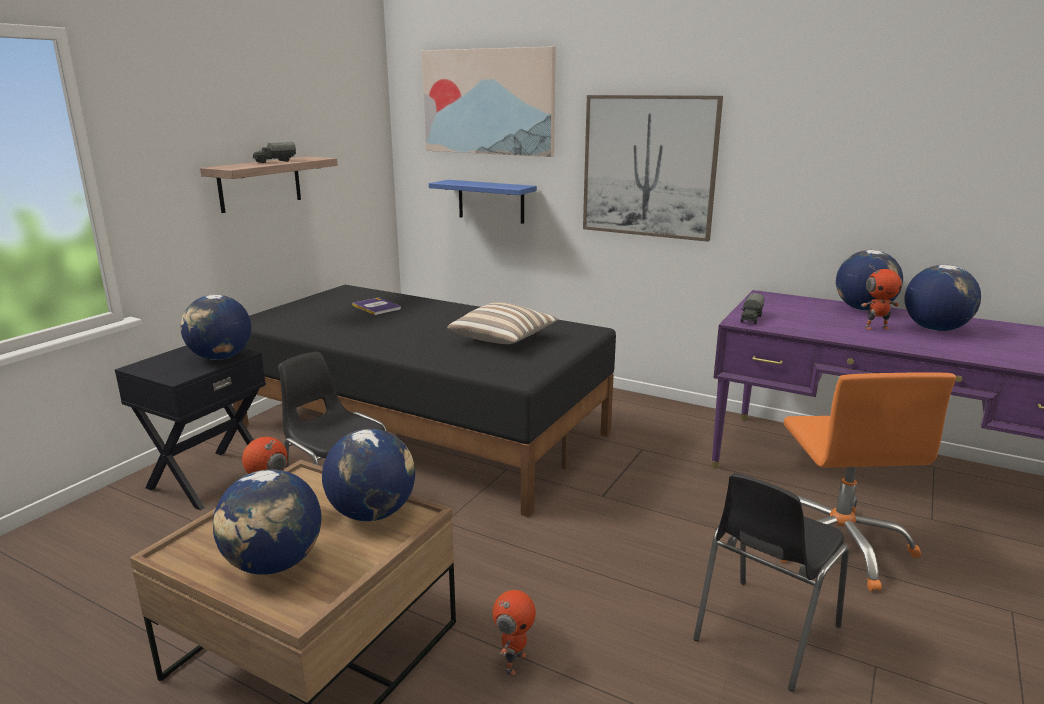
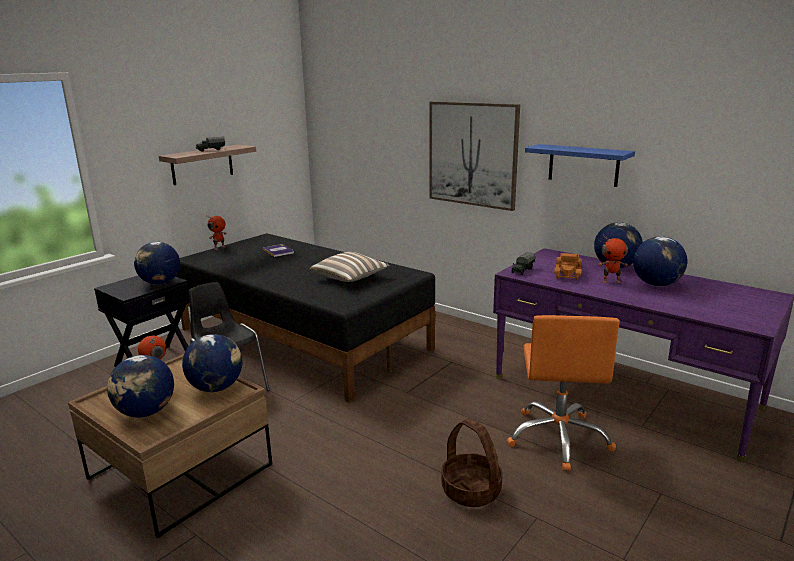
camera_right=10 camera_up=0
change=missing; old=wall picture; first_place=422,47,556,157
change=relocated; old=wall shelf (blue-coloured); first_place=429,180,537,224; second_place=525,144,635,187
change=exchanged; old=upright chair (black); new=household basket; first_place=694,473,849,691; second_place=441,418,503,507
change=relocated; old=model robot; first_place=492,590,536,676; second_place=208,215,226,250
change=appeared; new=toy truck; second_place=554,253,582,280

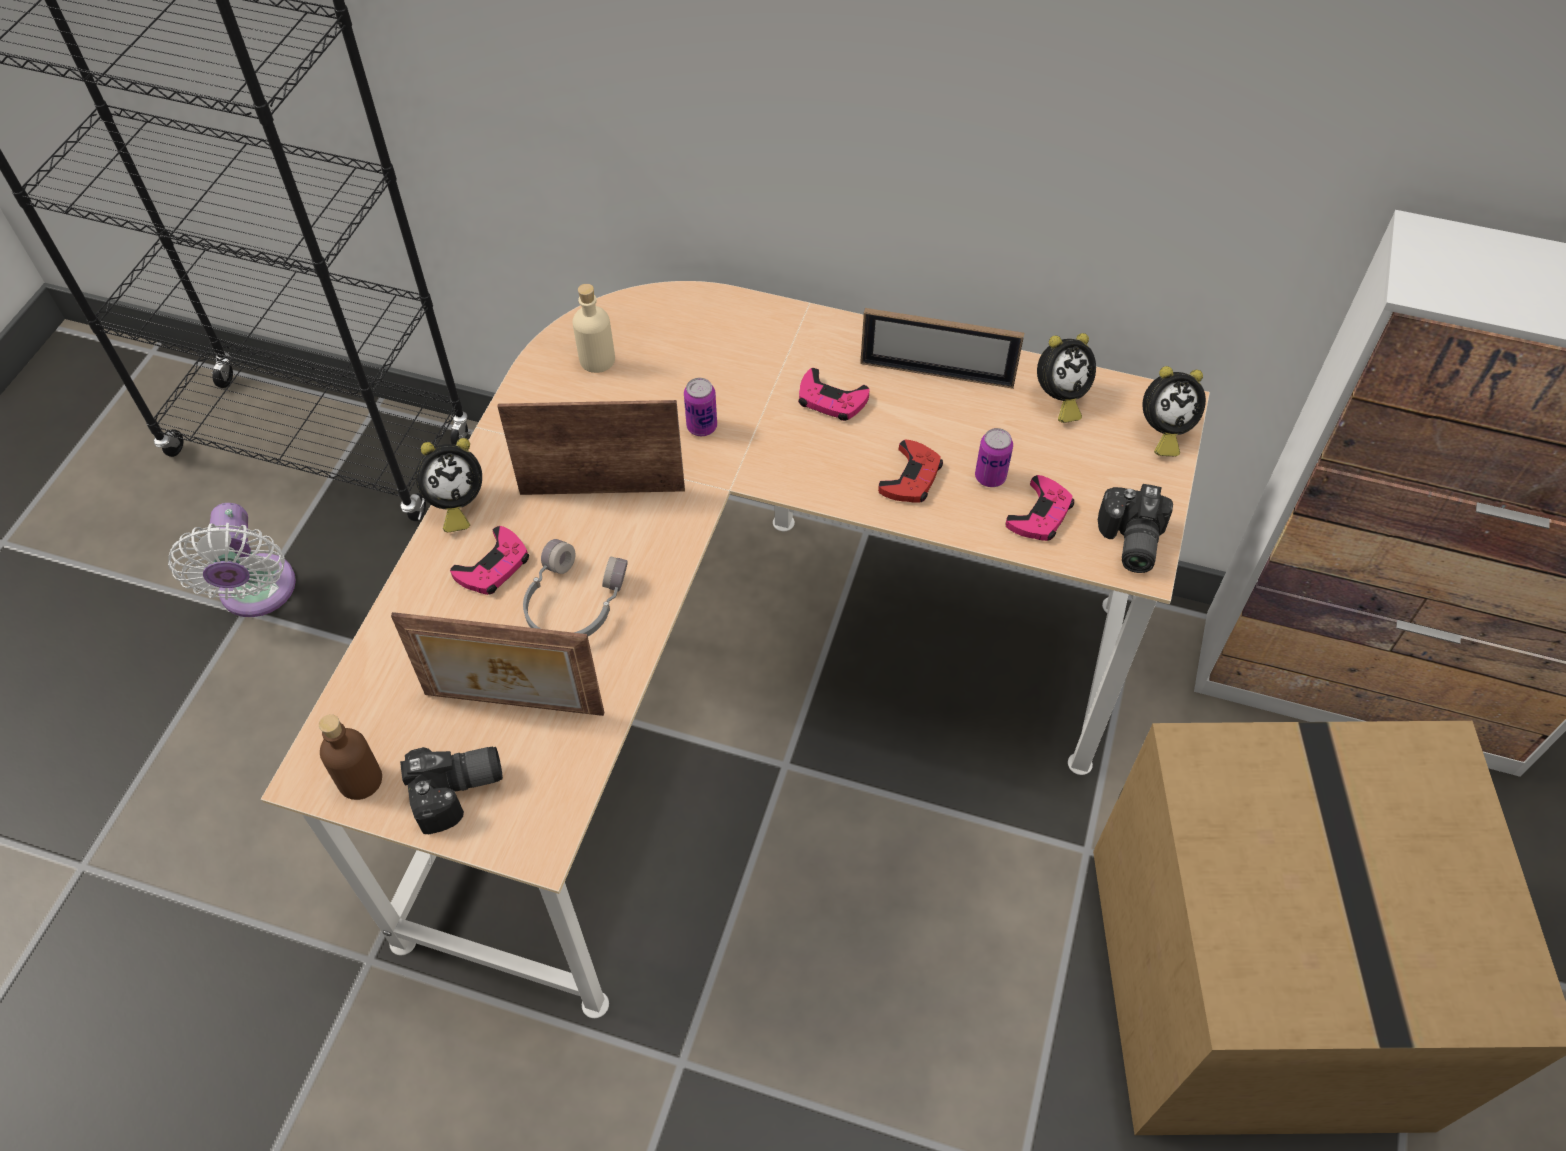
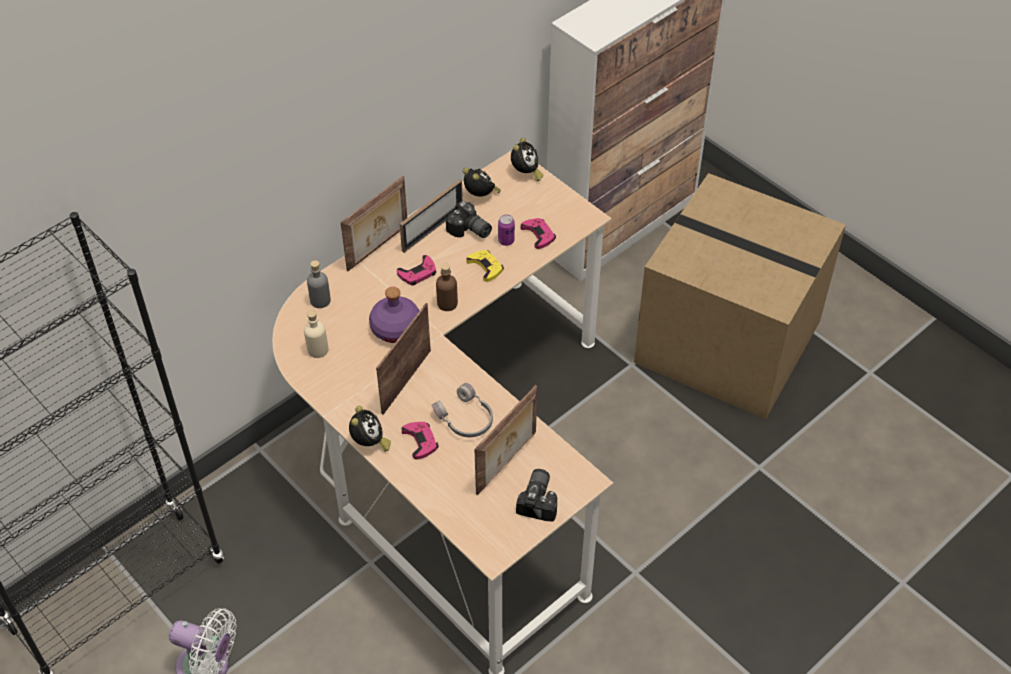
camera_right=-60 camera_up=-5
change=spun; old=alarm clock; first_place=1037,333,1096,423; second_place=463,168,501,197; degrees=-45
change=exchanged; old=metal can; new=bottle (purplish); first_place=684,378,717,436; second_place=369,287,419,343
change=colour; old=gamepad (red); new=gamepad (yellow); first_place=878,440,943,503; second_place=466,250,504,282
change=relocated; old=still camera; first_place=1098,484,1173,573; second_place=446,201,492,238
change=relocated; old=bottle (brownish); first_place=319,714,382,800; second_place=436,263,458,311
change=appeared; new=standing frame; second_place=340,176,407,271
change=appeared; new=bottle (greyish); second_place=307,260,331,308

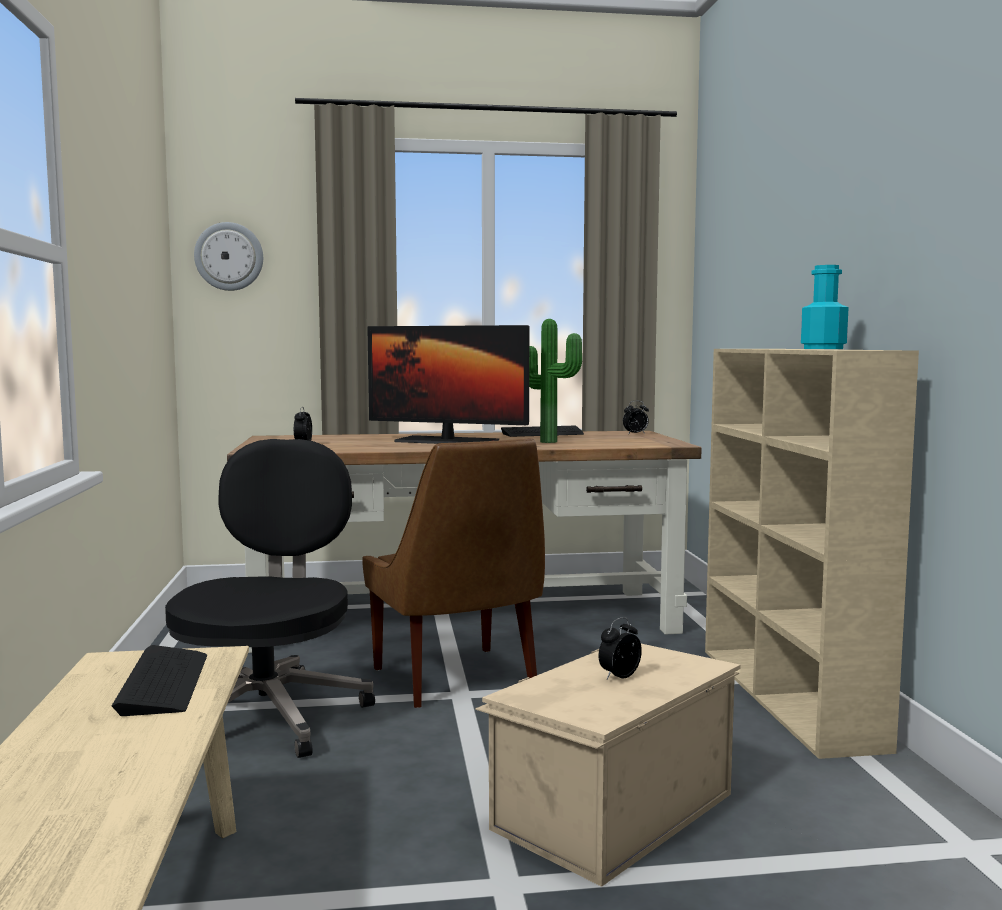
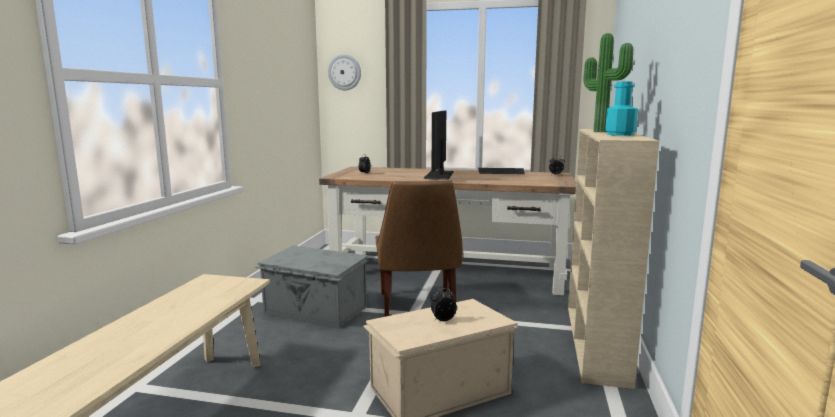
camera_right=20 camera_up=5
change=relocated; old=potted plant; first_place=529,319,582,443; second_place=583,33,633,132
change=spun; old=monitor; first_place=367,325,529,444; second_place=424,111,454,180; degrees=60
change=exchanged; old=office chair (black); new=storage bin (greyish); first_place=165,439,375,758; second_place=255,245,369,328
change=missing; old=PC keyboard; first_place=112,645,207,716

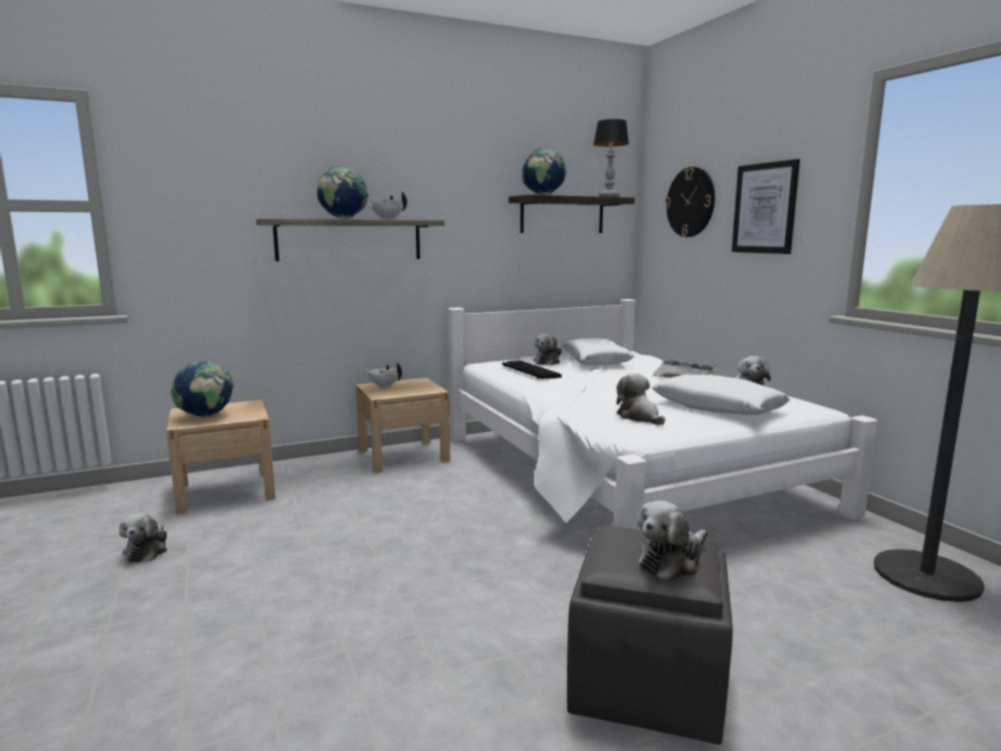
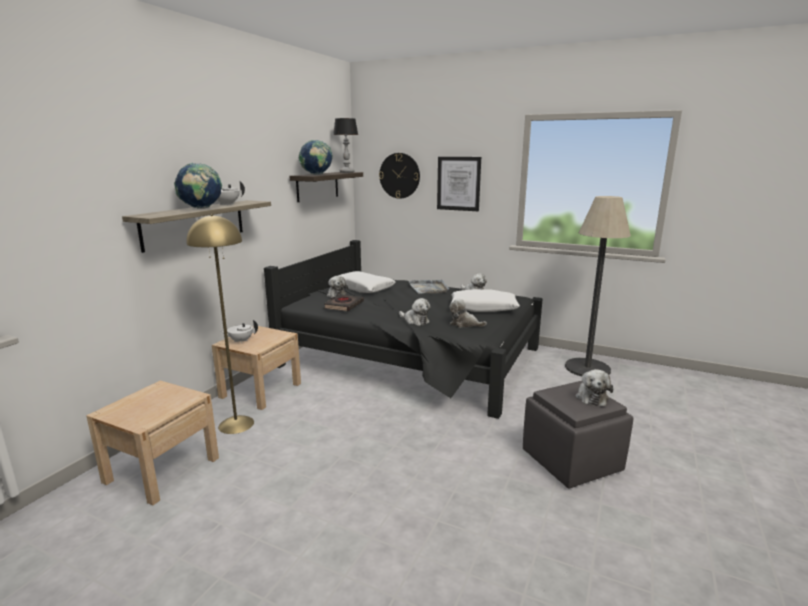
camera_right=-40 camera_up=5
change=colour; old=sleeping bed (whitish); new=sleeping bed (black); first_place=448,299,878,530; second_place=264,240,543,419
change=missing; old=world globe; first_place=171,361,234,418
change=exchanged; old=PC keyboard; new=book (black); first_place=502,361,562,379; second_place=324,294,364,311
change=relocated; old=plush toy; first_place=119,513,167,563; second_place=399,298,430,326
change=appeared; new=standing lamp (yellow); second_place=186,214,254,434

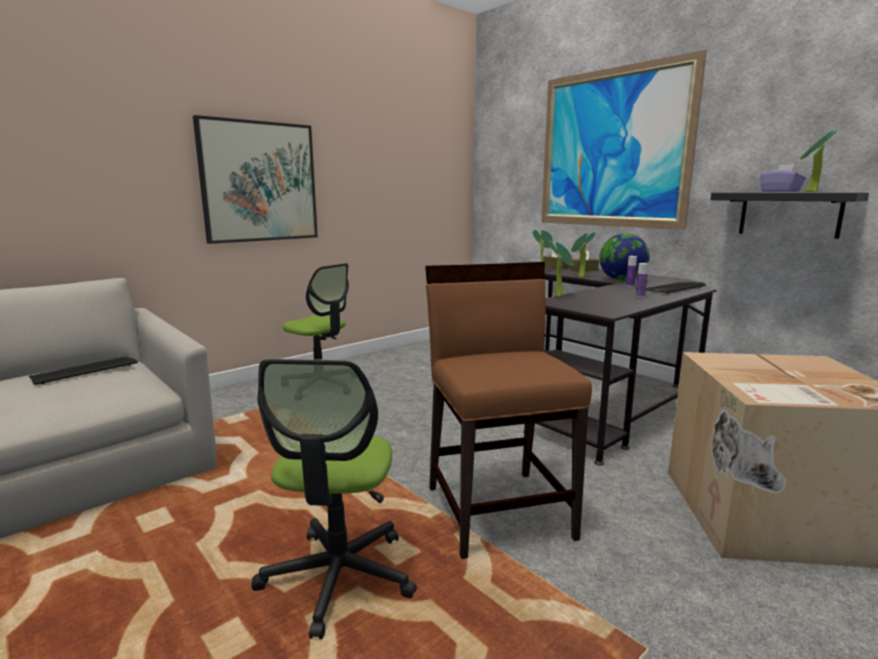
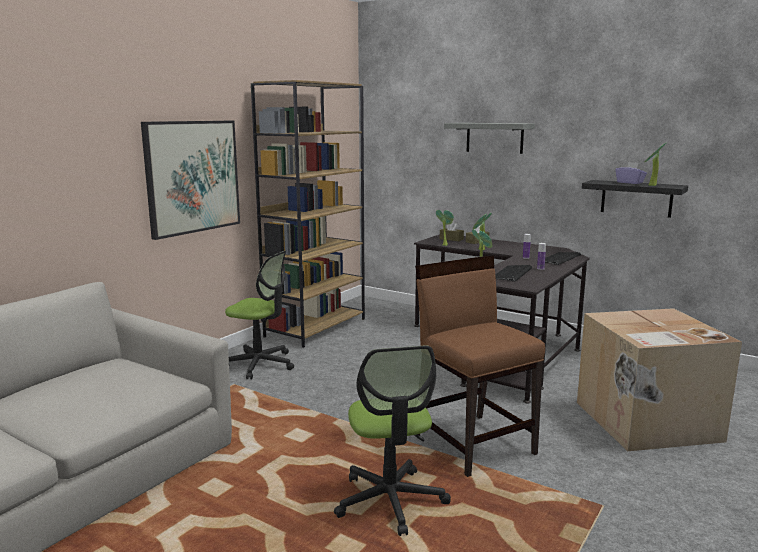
camera_right=-15 camera_up=0
change=exchanged; old=wall picture; new=wall shelf (greyish); first_place=541,50,707,230; second_place=444,123,535,154
change=missing; old=world globe; first_place=599,233,650,281
change=relocated; old=PC keyboard; first_place=29,357,138,385; second_place=495,265,532,282
change=appeared; new=shelving unit (brownish); second_place=251,80,365,348

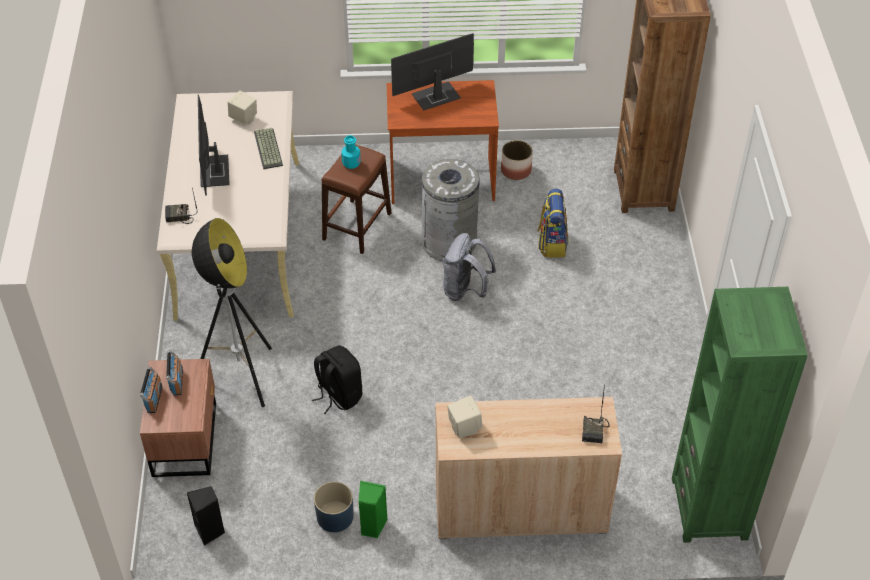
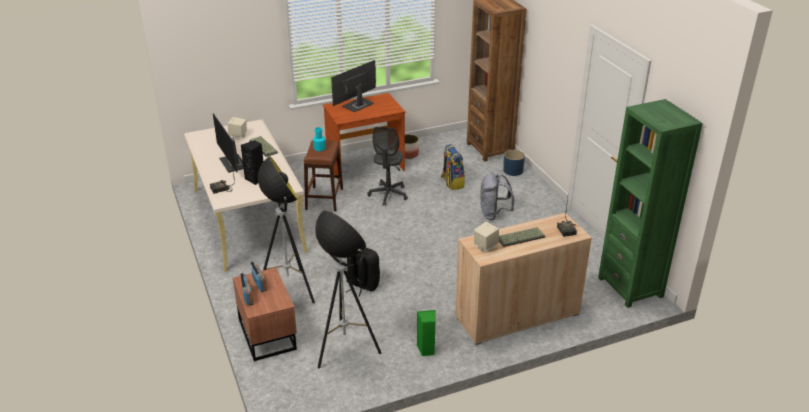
camera_right=-20 camera_up=-15
change=exchanged; old=trash can (greyish); new=office chair (greyish); first_place=421,159,480,261; second_place=367,127,408,206
change=relocated; old=knapsack (greyish); first_place=443,233,496,301; second_place=480,172,514,220
change=relocated; old=flower pot (blue-coloured); first_place=314,481,354,532; second_place=503,150,525,176
change=relocated; old=speaker (black); first_place=187,486,225,546; second_place=241,140,264,185
change=appeared; new=standing lamp; second_place=315,210,381,368
change=appeared; new=PC keyboard; second_place=499,227,545,247

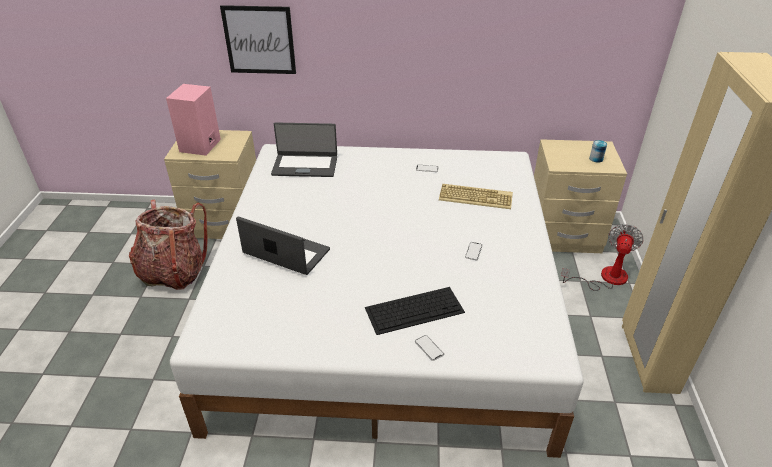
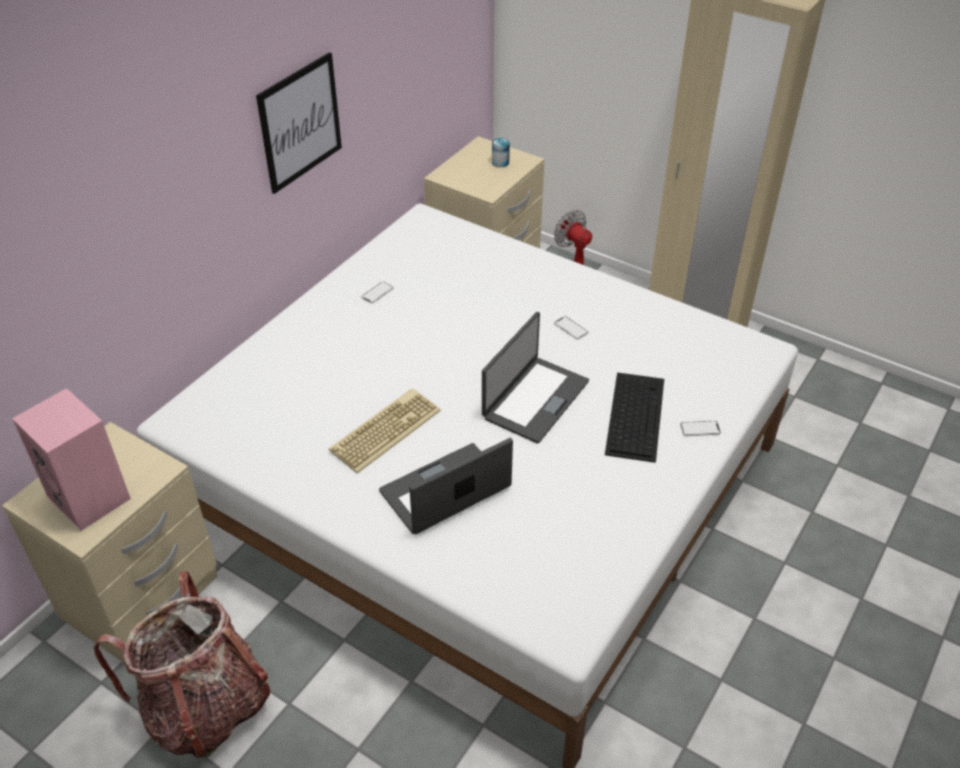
camera_right=-60 camera_up=5
change=relocated; old=wall picture; first_place=220,5,296,74; second_place=256,52,342,194
change=relocated; old=laptop; first_place=271,122,337,177; second_place=482,312,589,444
change=relocated; old=PC keyboard; first_place=439,184,513,209; second_place=329,388,441,474

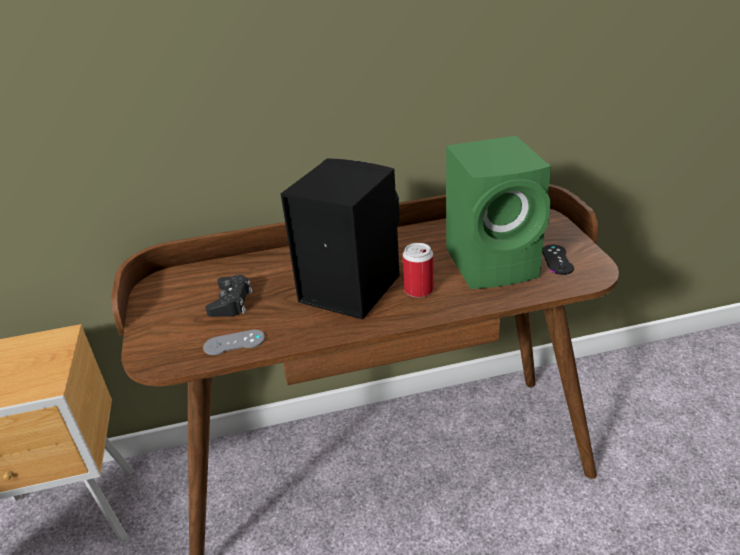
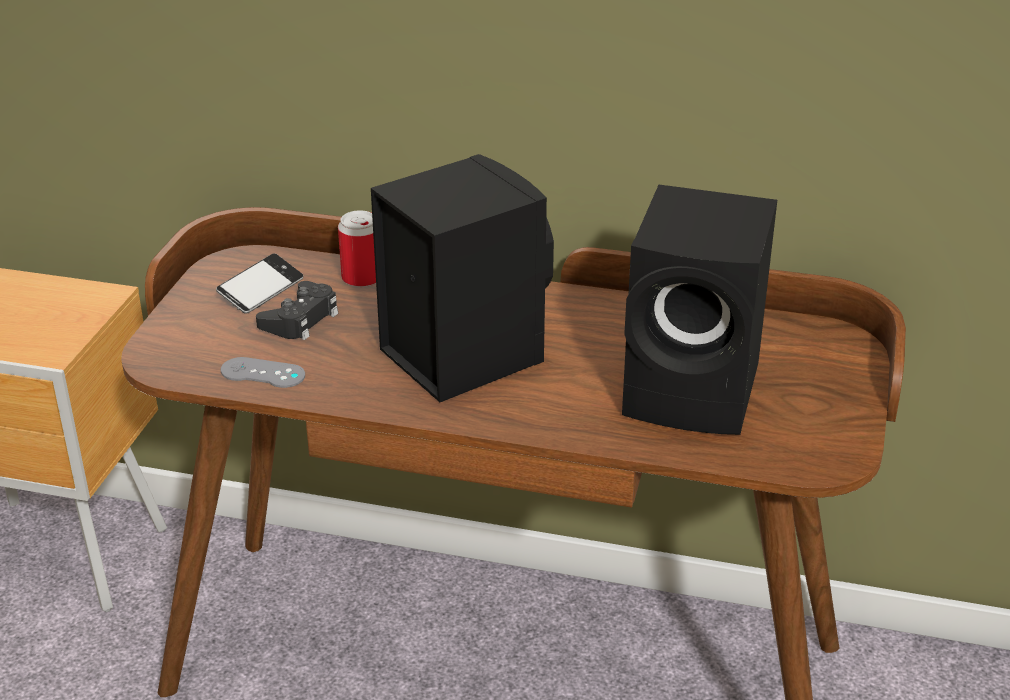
camera_right=25 camera_up=0
change=colour; old=speaker (green); new=speaker (black); first_place=446,136,551,289; second_place=622,185,777,435
change=relocated; old=metal can; first_place=403,243,434,298; second_place=338,210,376,287
change=missing; old=gamepad (black); first_place=542,245,574,275
change=appeared; new=phone; second_place=216,253,303,314

